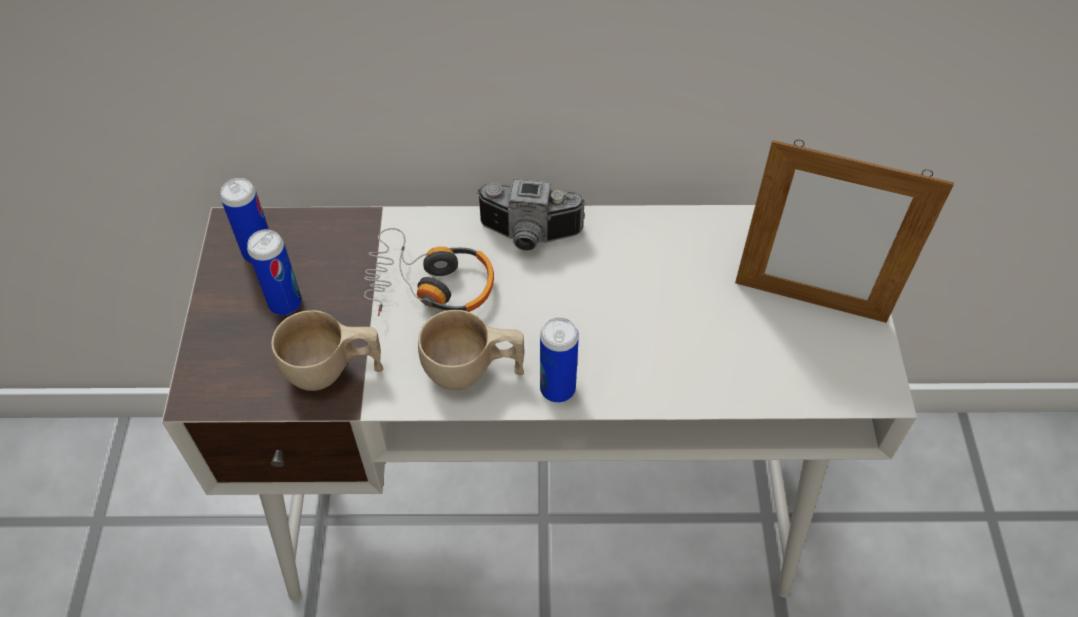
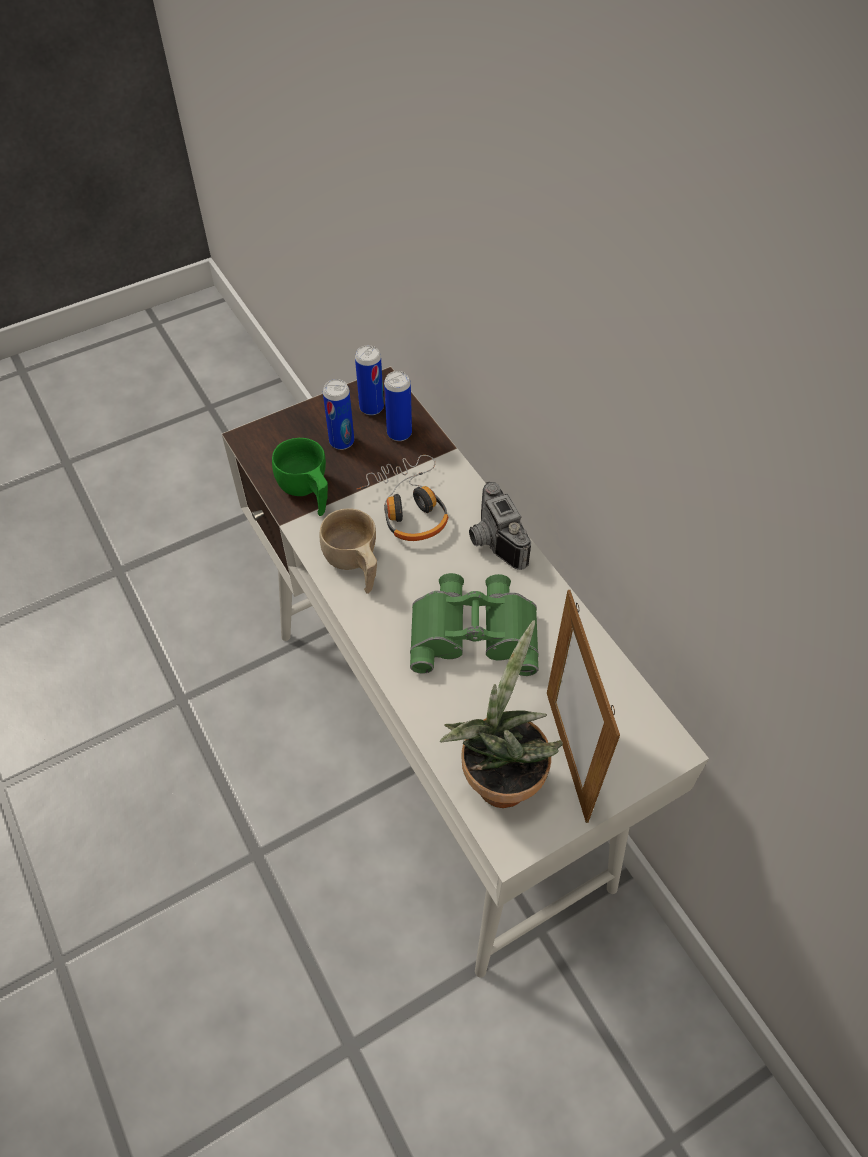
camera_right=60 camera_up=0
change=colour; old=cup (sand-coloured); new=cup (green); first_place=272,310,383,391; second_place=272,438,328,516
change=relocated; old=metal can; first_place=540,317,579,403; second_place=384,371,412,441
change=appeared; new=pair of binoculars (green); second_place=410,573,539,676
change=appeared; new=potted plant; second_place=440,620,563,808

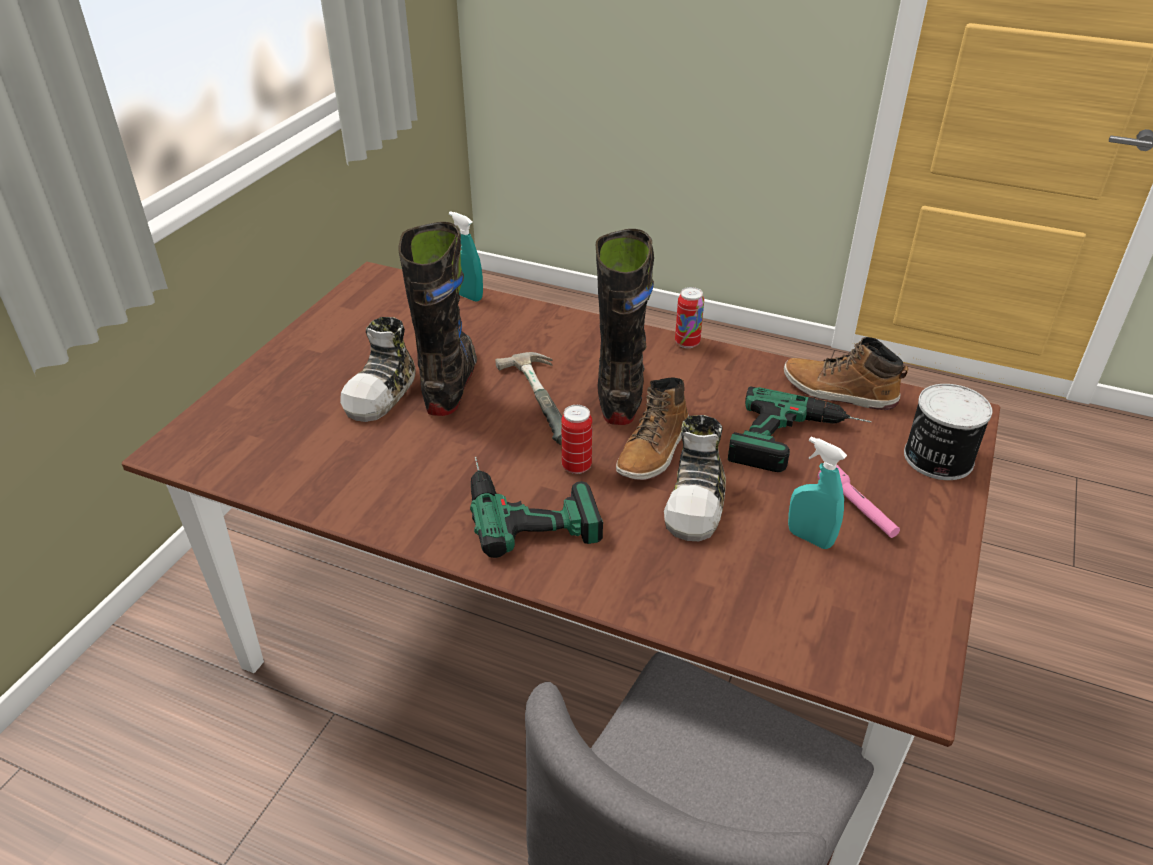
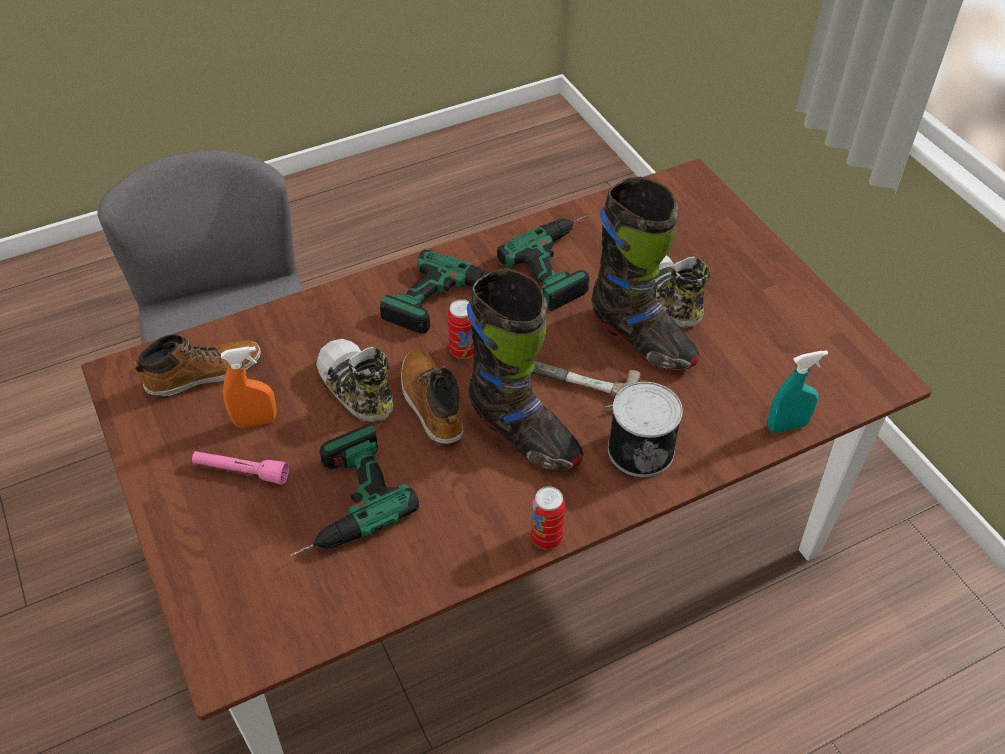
camera_right=130 camera_up=10
change=relocated; old=boot; first_place=784,337,908,410; second_place=134,334,261,399
change=relocated; old=metal can; first_place=904,384,992,480; second_place=608,382,683,477
change=colour; old=hand sprayer (turquoise); new=hand sprayer (orange-coloured); first_place=788,436,847,549; second_place=221,346,277,428
change=appeared; new=power drill; second_place=497,215,589,311

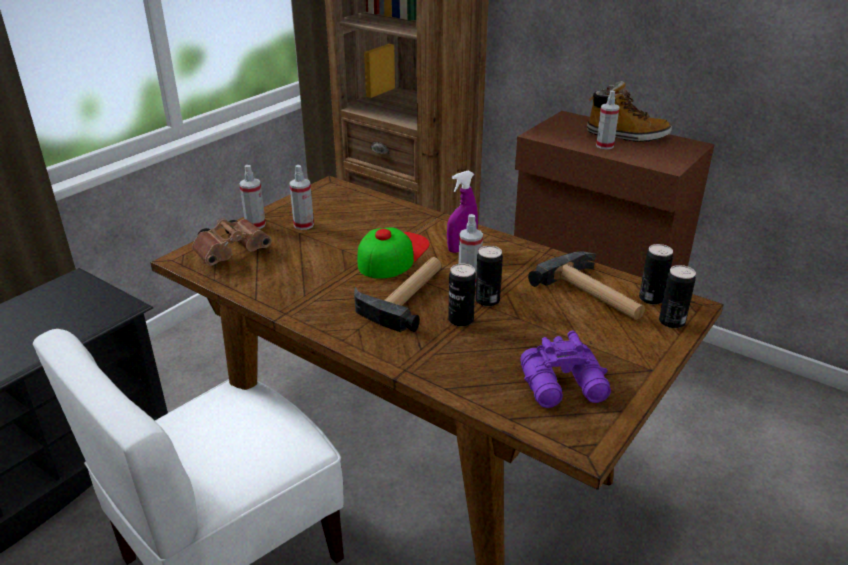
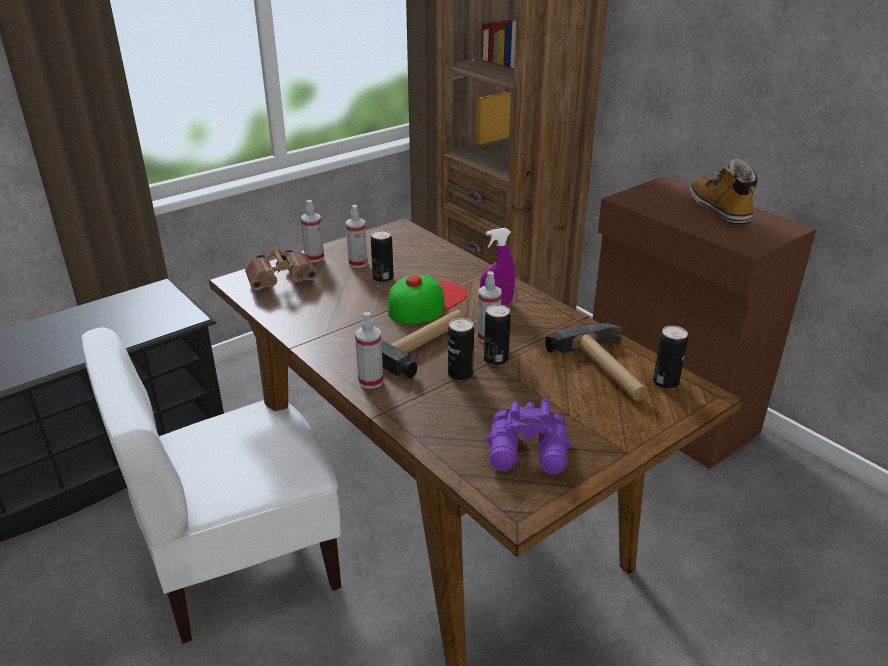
camera_right=15 camera_up=0
change=spun; old=boot; first_place=587,81,672,142; second_place=690,158,758,225; degrees=-135
change=relocated; old=hand sprayer; first_place=596,90,620,149; second_place=355,312,383,389
change=relocated; old=metal can; first_place=659,265,696,329; second_place=371,230,394,283

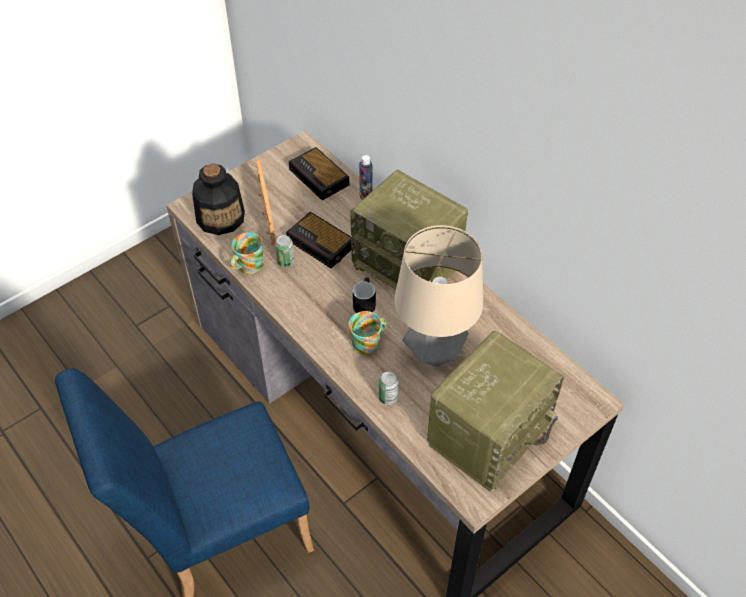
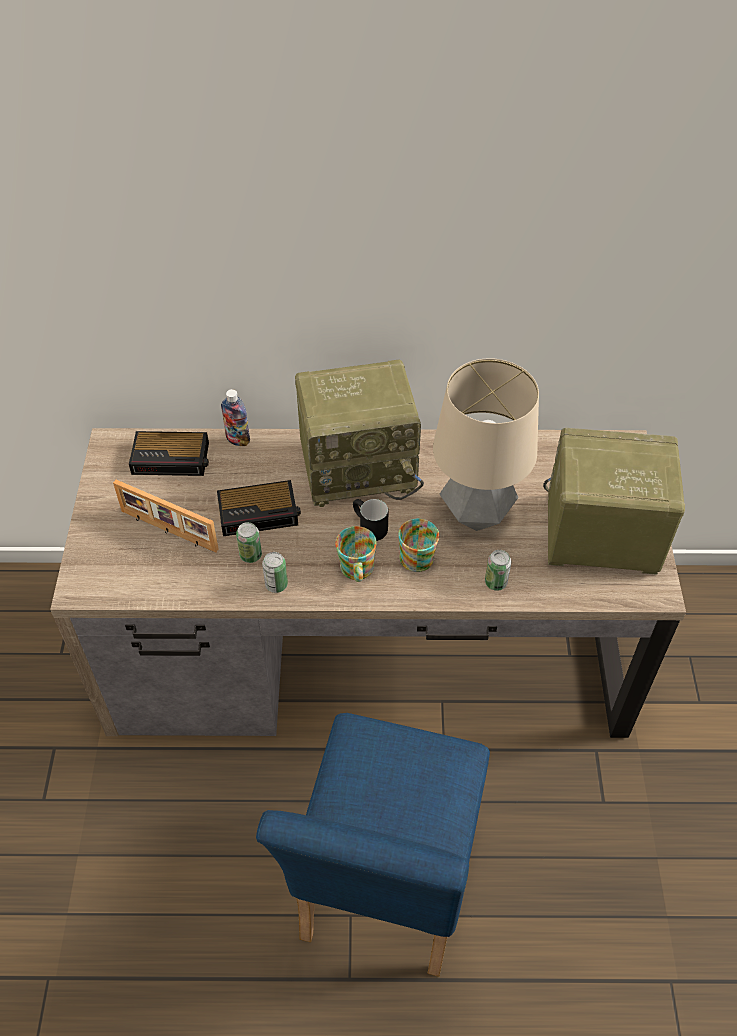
camera_right=-50 camera_up=0
change=missing; old=bottle; first_place=192,164,245,235
change=relocated; old=mug; first_place=229,232,264,274; second_place=335,526,377,582
change=spun; old=radio set; first_place=427,331,564,492; second_place=543,428,685,575; degrees=-75
change=appeared; new=metal can; second_place=262,552,288,593

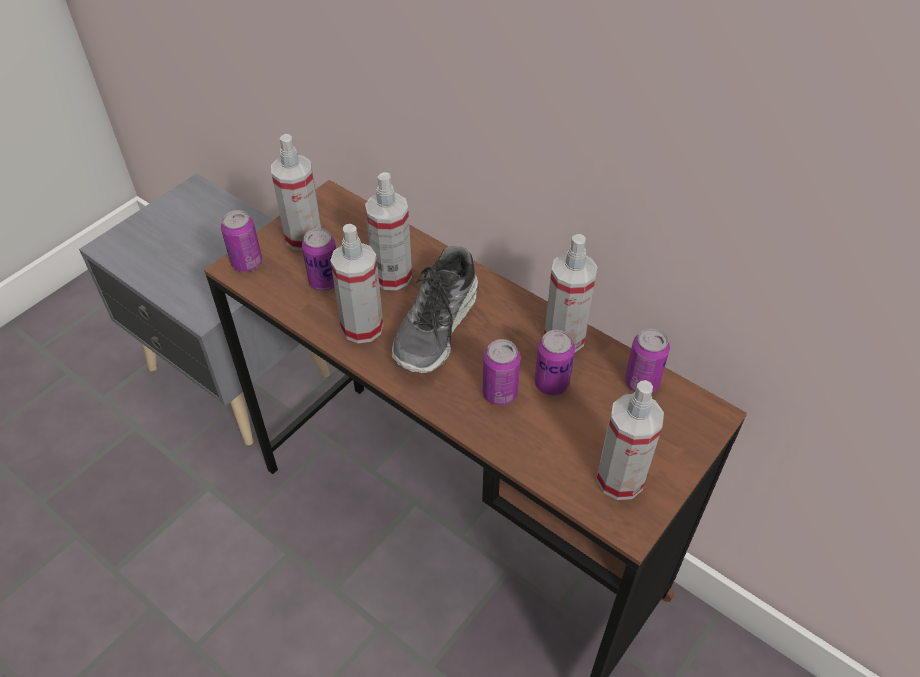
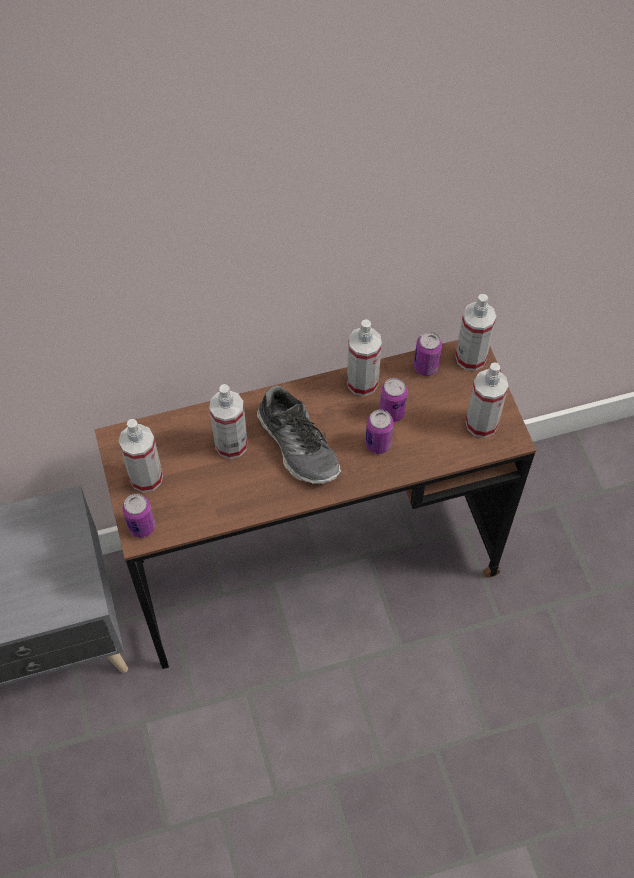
camera_right=-55 camera_up=10
change=relocated; old=hand sprayer; first_place=330,224,383,344; second_place=455,294,496,371
change=missing; old=metal can; first_place=302,228,336,291

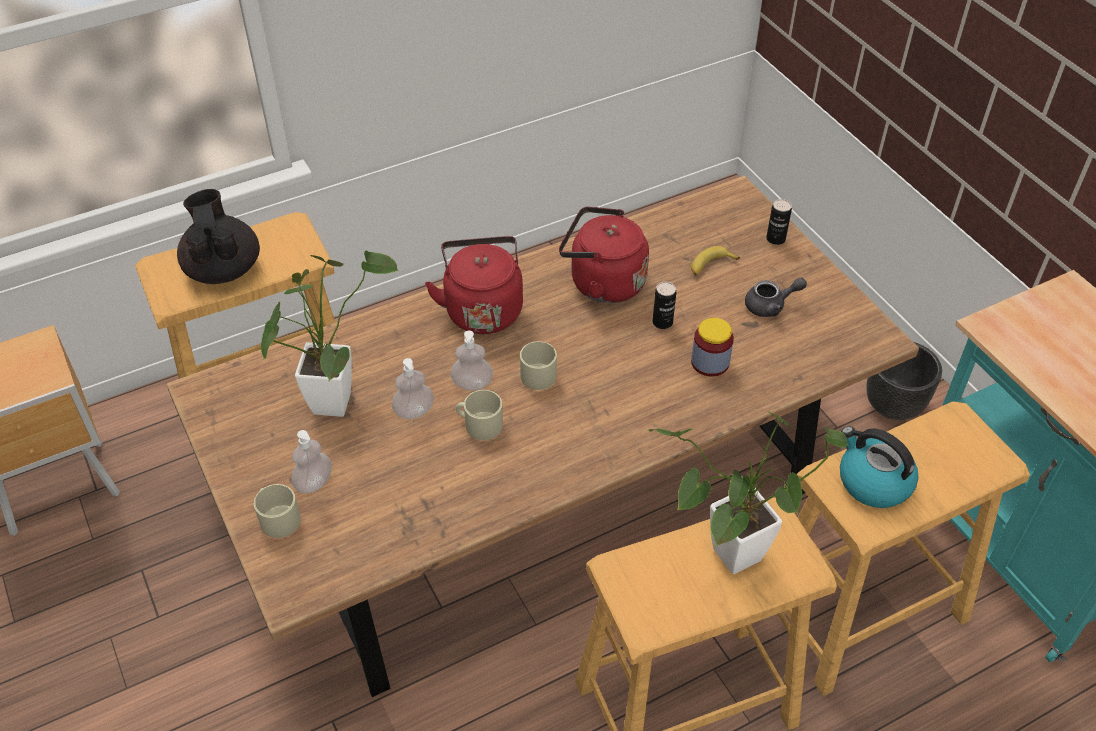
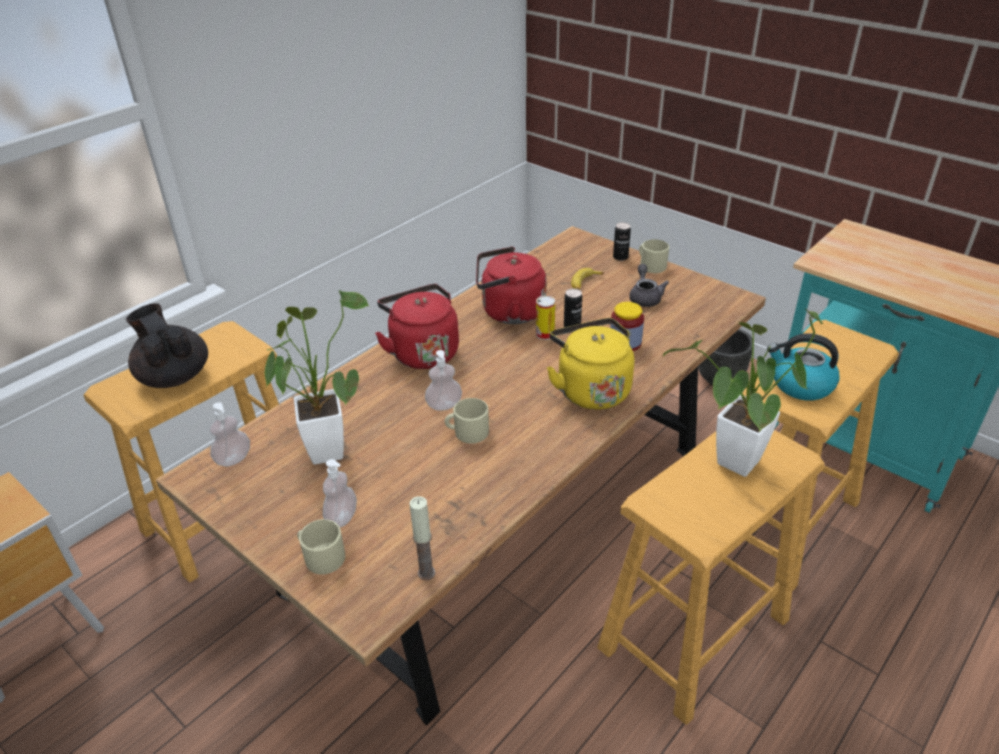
camera_right=-20 camera_up=-10
change=spun; old=teapot (greyish); first_place=745,278,807,317; second_place=629,264,669,307; degrees=-60
change=relocated; old=mug (sand-coloured); first_place=520,341,557,390; second_place=639,239,669,273
change=relocated; old=soap bottle; first_place=392,358,434,419; second_place=210,402,250,467
change=appeared; new=metal can; second_place=536,296,555,340
change=appeared; new=kettle (yellow); second_place=547,318,634,410
change=appeared; new=wax candle; second_place=410,496,435,580

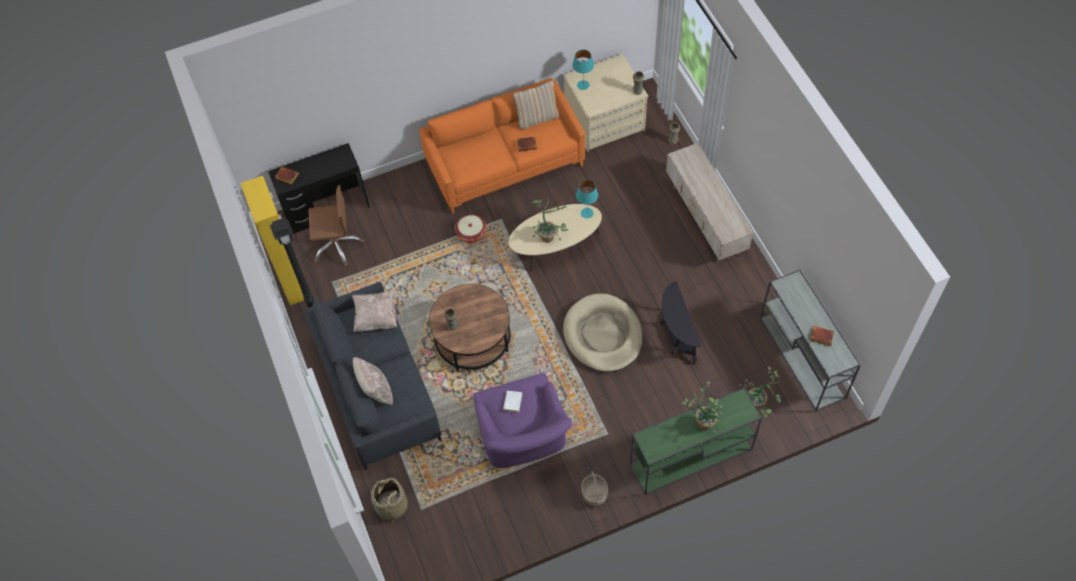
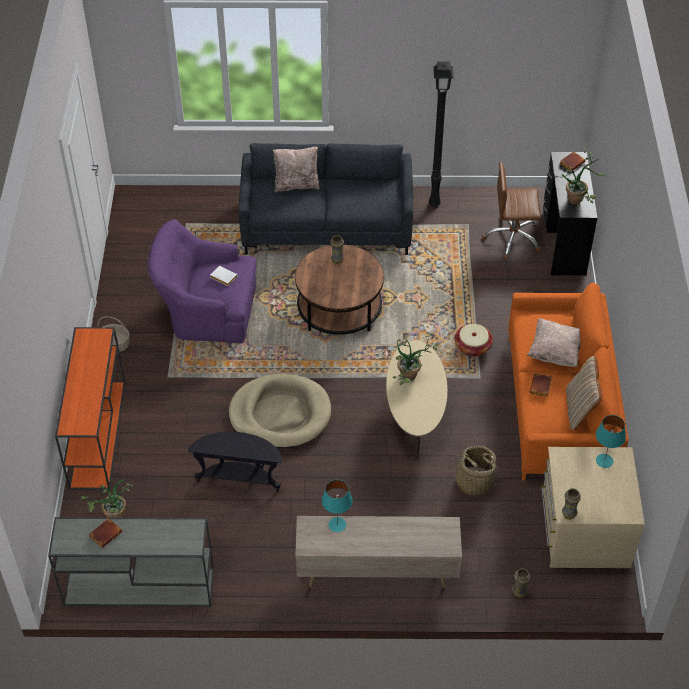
camera_right=110 camera_up=-10
change=missing; old=storage cabinet (yellow); first_place=240,176,304,305
change=relocated; old=lamp for a table (turquoise); first_place=576,180,598,219; second_place=322,480,353,532
change=spun; old=office chair (brownish); first_place=309,185,364,266; second_place=482,162,541,259; degrees=75
change=relocated; old=cushion (sand-coloured); first_place=352,290,397,332; second_place=527,318,581,367
change=relocated; old=potted plant; first_place=681,381,722,432; second_place=556,147,606,206
change=colour; old=console table (green); new=console table (orange-coloured); first_place=630,388,762,495; second_place=55,327,125,490
change=relocated; old=household basket; first_place=371,478,408,524; second_place=449,446,498,496

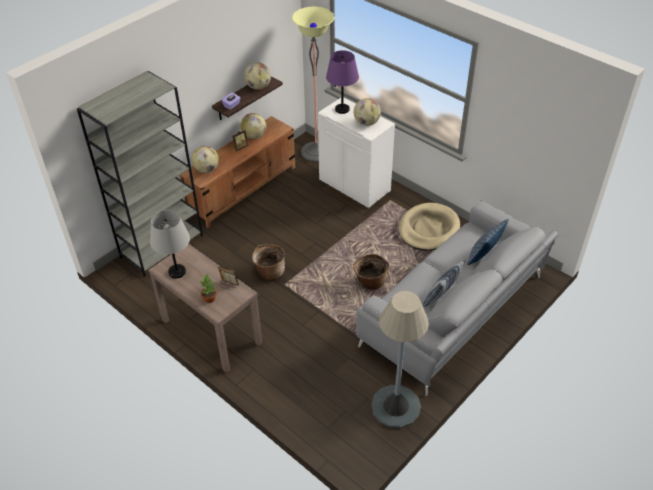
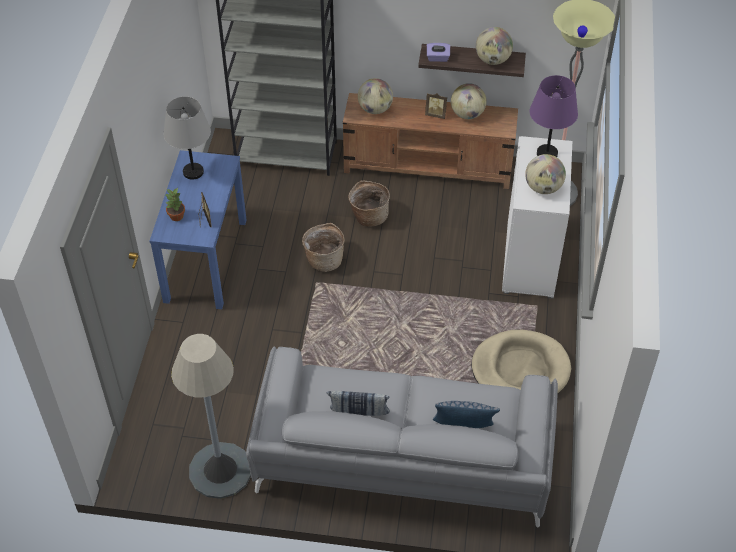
camera_right=55 camera_up=5
change=colour; old=console table (brownish); new=console table (blue-coloured); first_place=148,244,262,373; second_place=150,150,246,309
change=relocated; old=household basket; first_place=353,254,390,290; second_place=348,180,390,227

